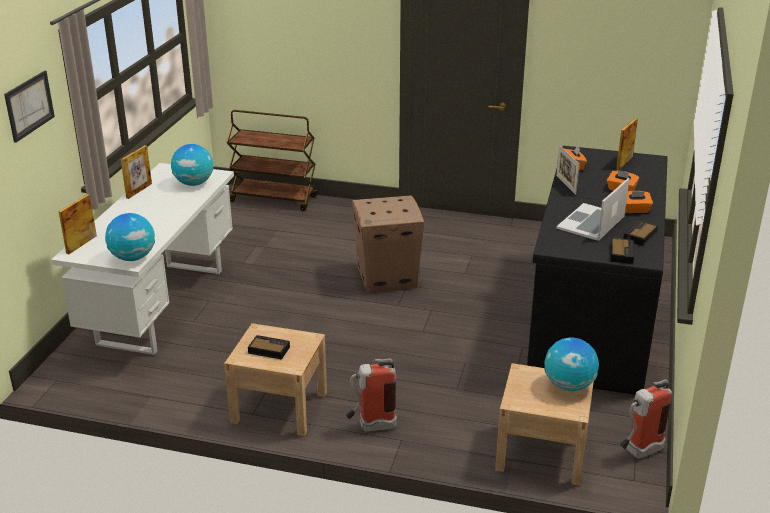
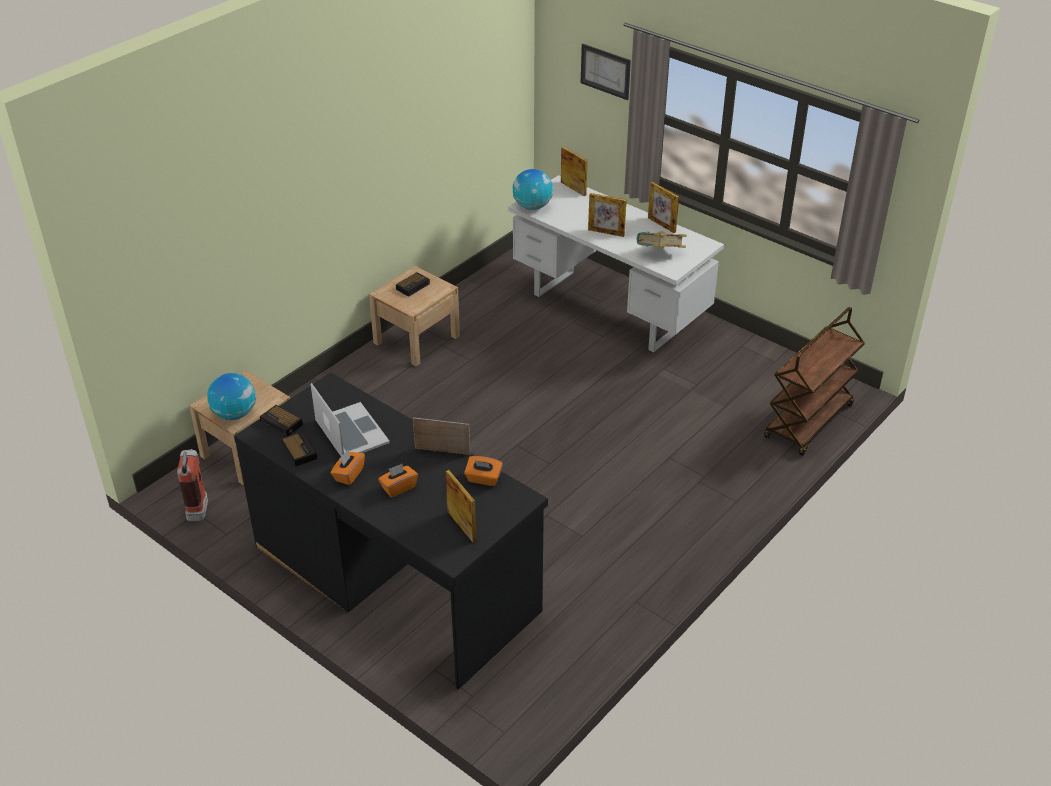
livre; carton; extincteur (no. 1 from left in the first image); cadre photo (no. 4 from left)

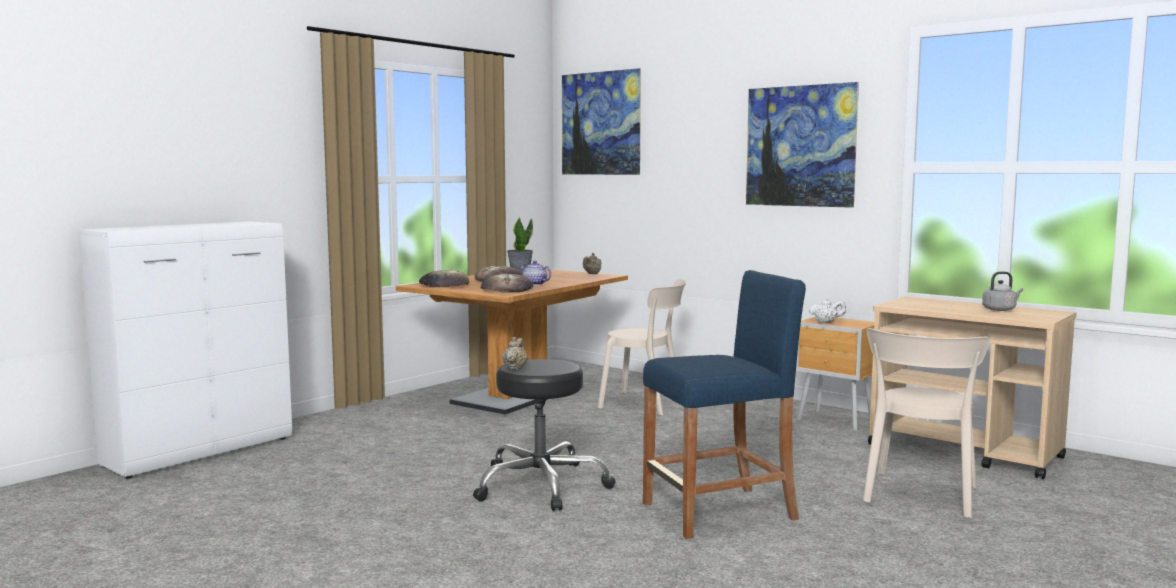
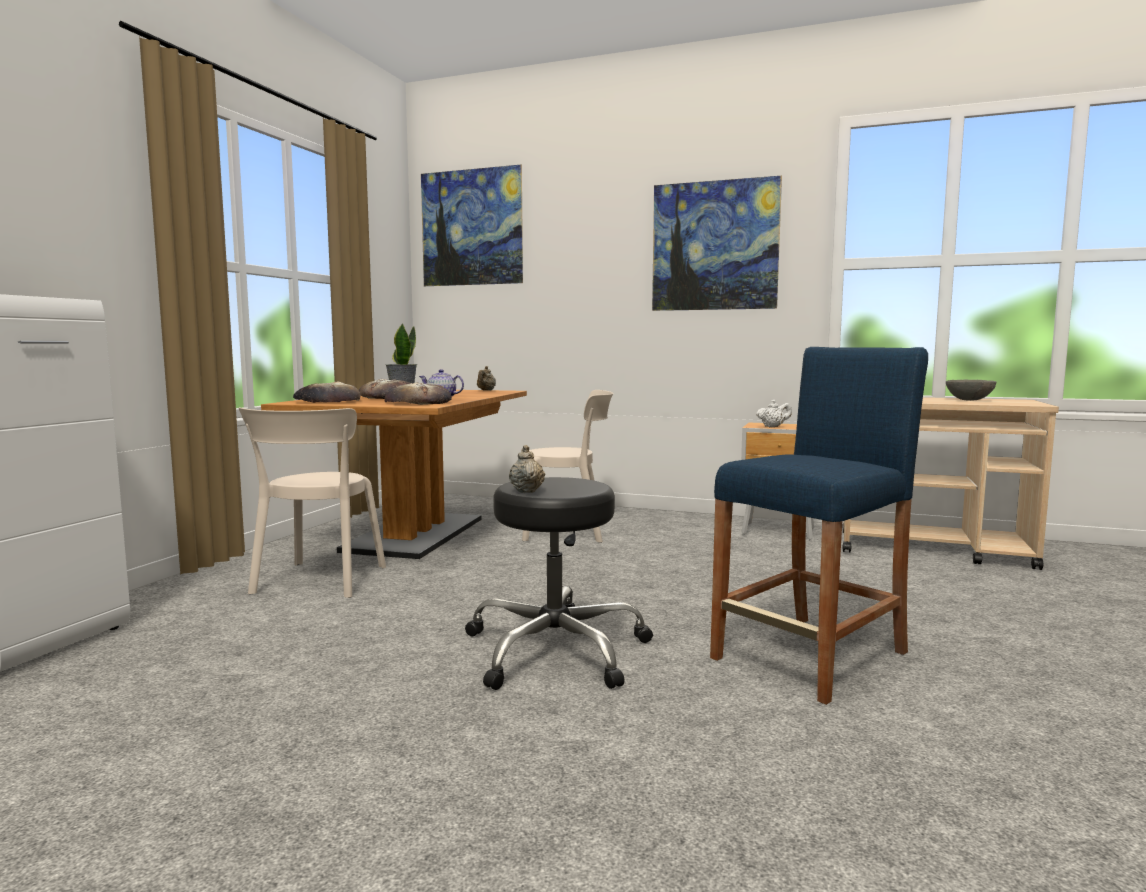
bol/gris; chaise/beige (no. 1 from left)

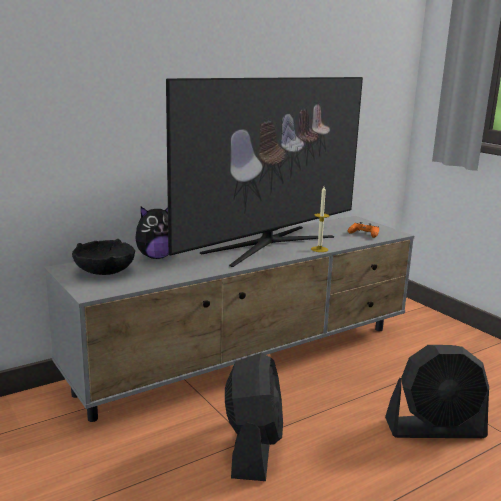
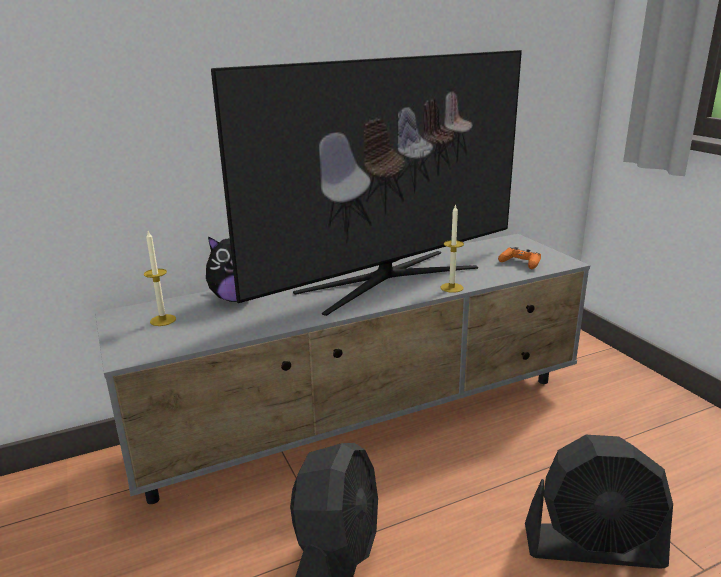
bougie (no. 1 from left)

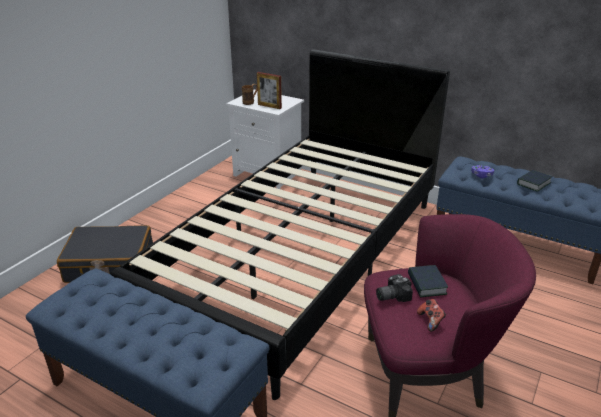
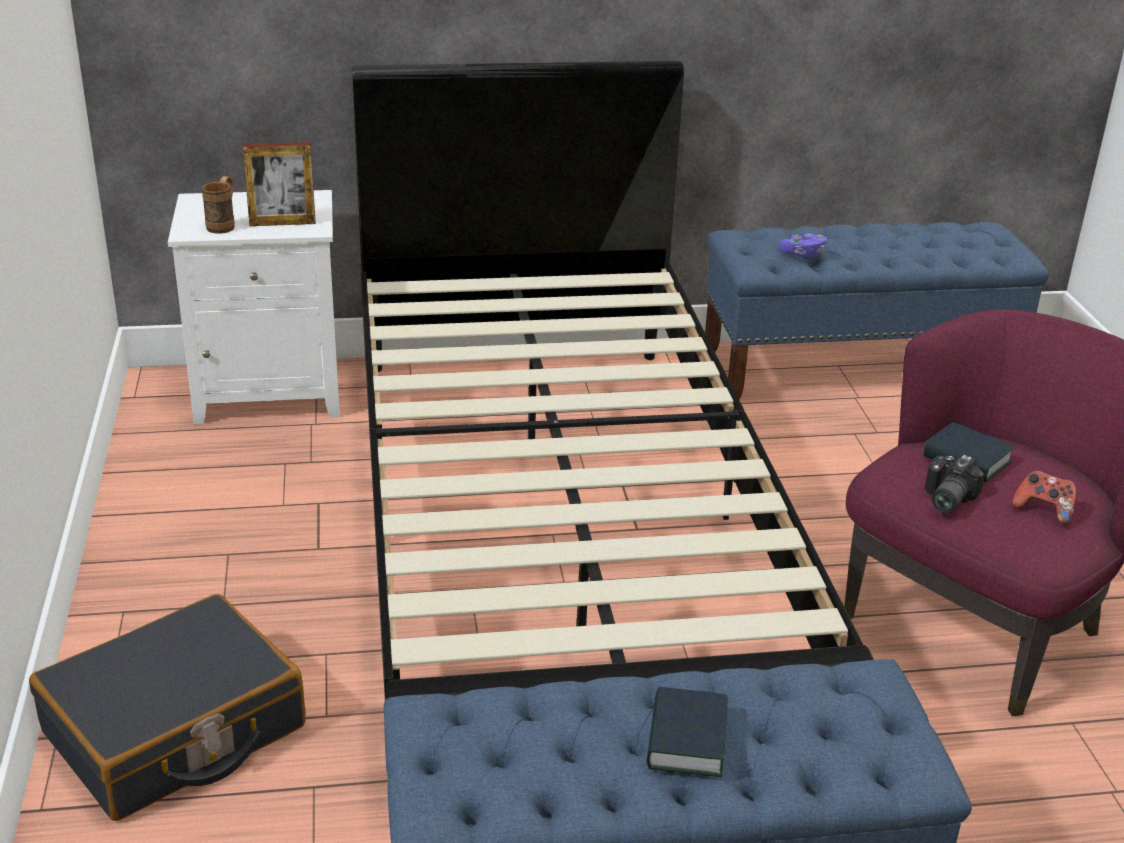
livre (no. 1 from left)

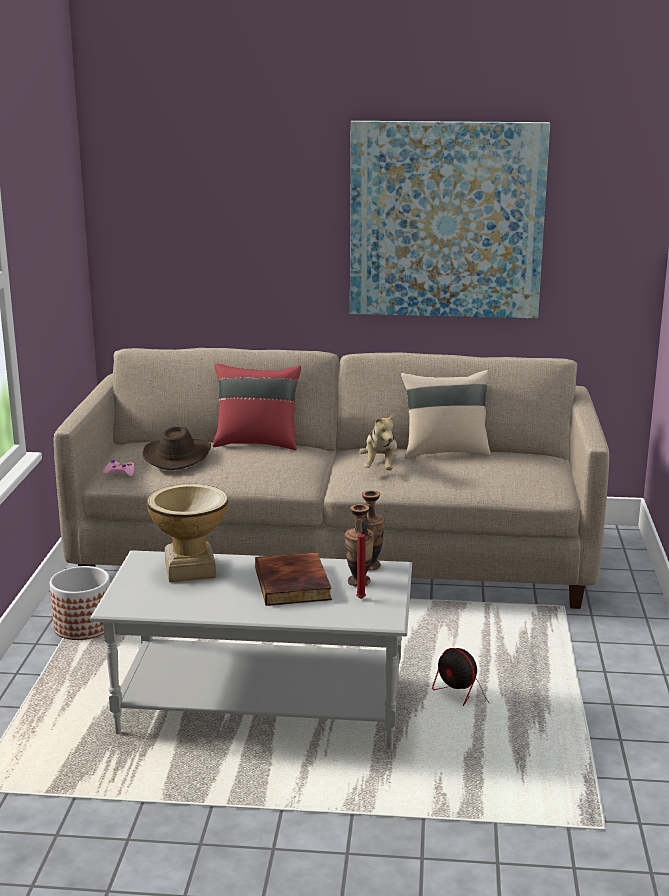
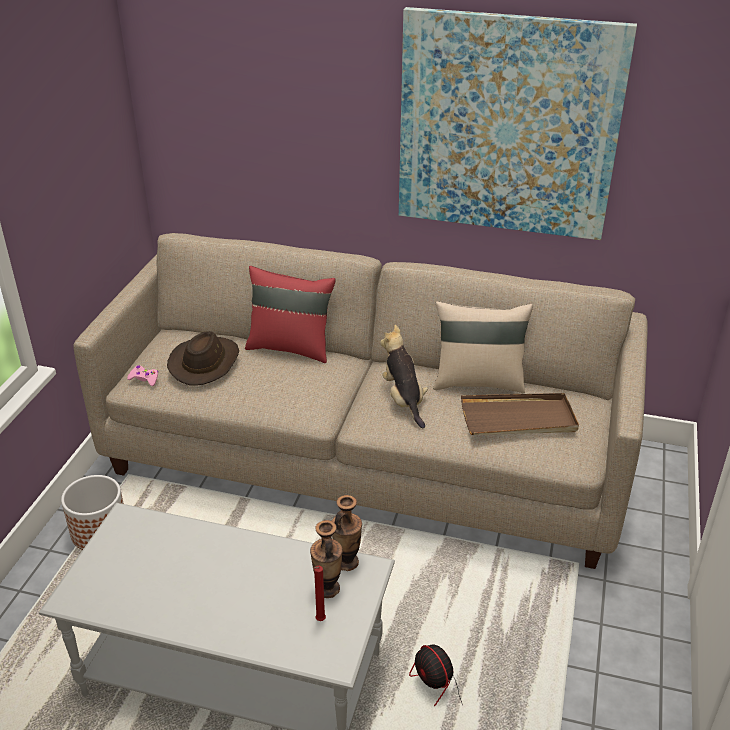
peluche; vase (no. 1 from left in the first image); livre; plateau/marron

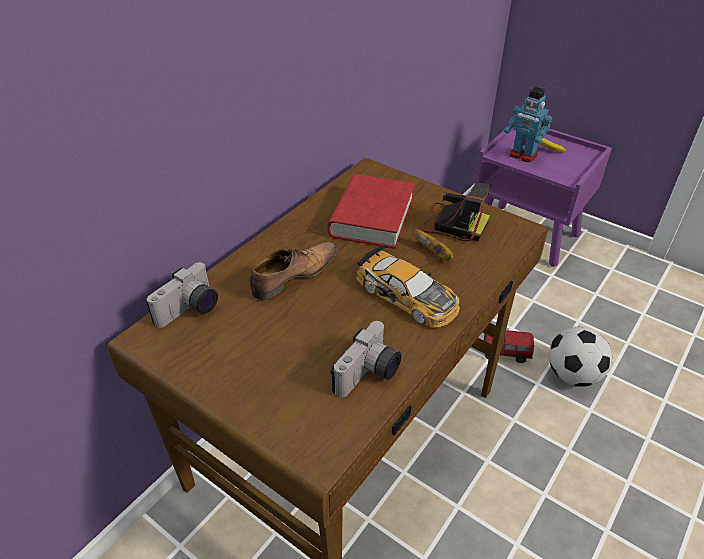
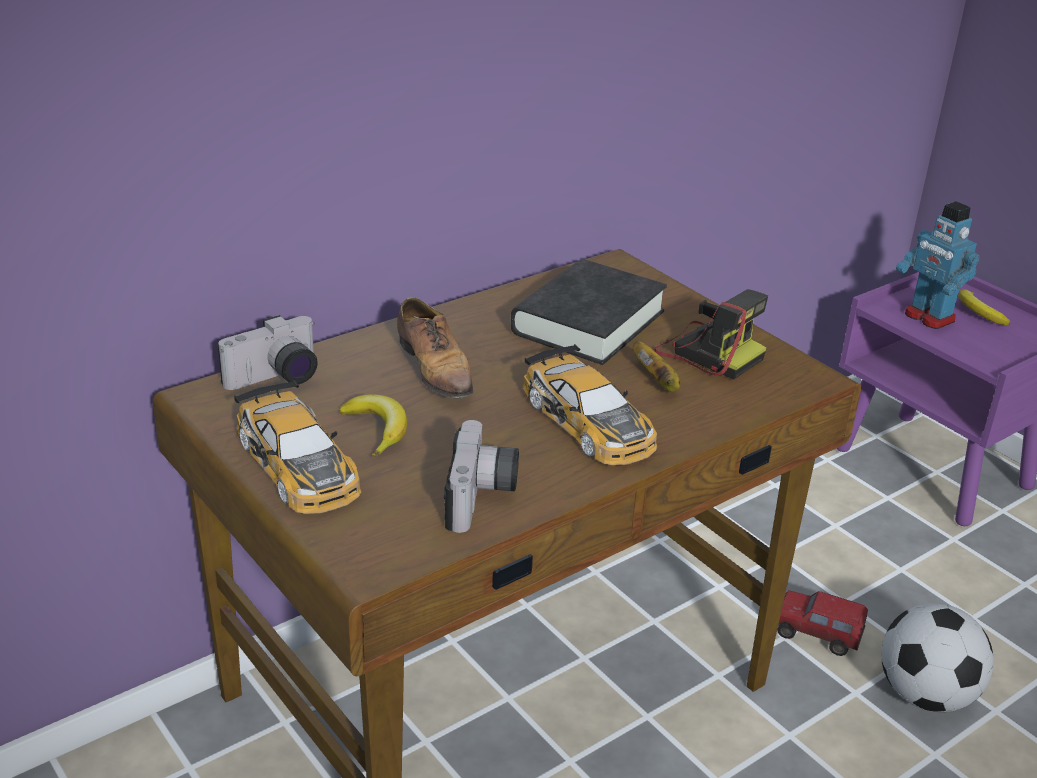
livre/noir; chaussure; appareil photo (no. 2 from left); petite voiture (no. 1 from left); banane (no. 1 from left)

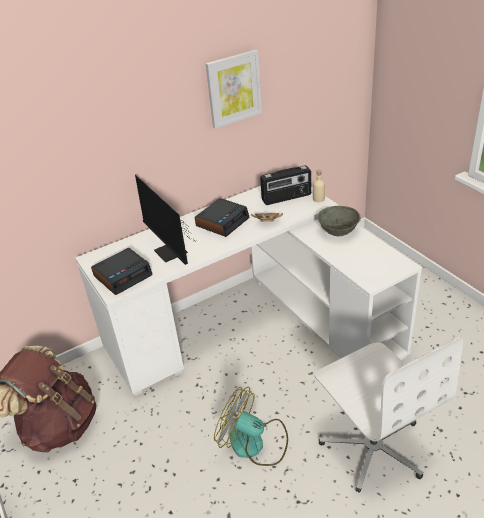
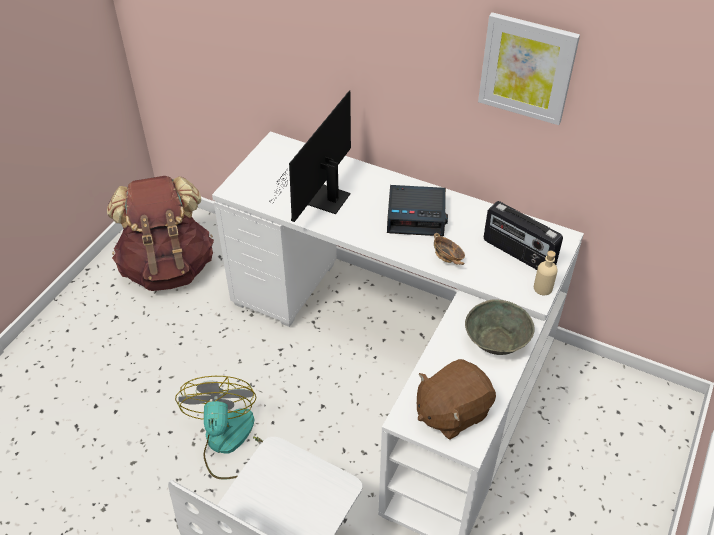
réveil (no. 1 from left in the first image); peluche/marron

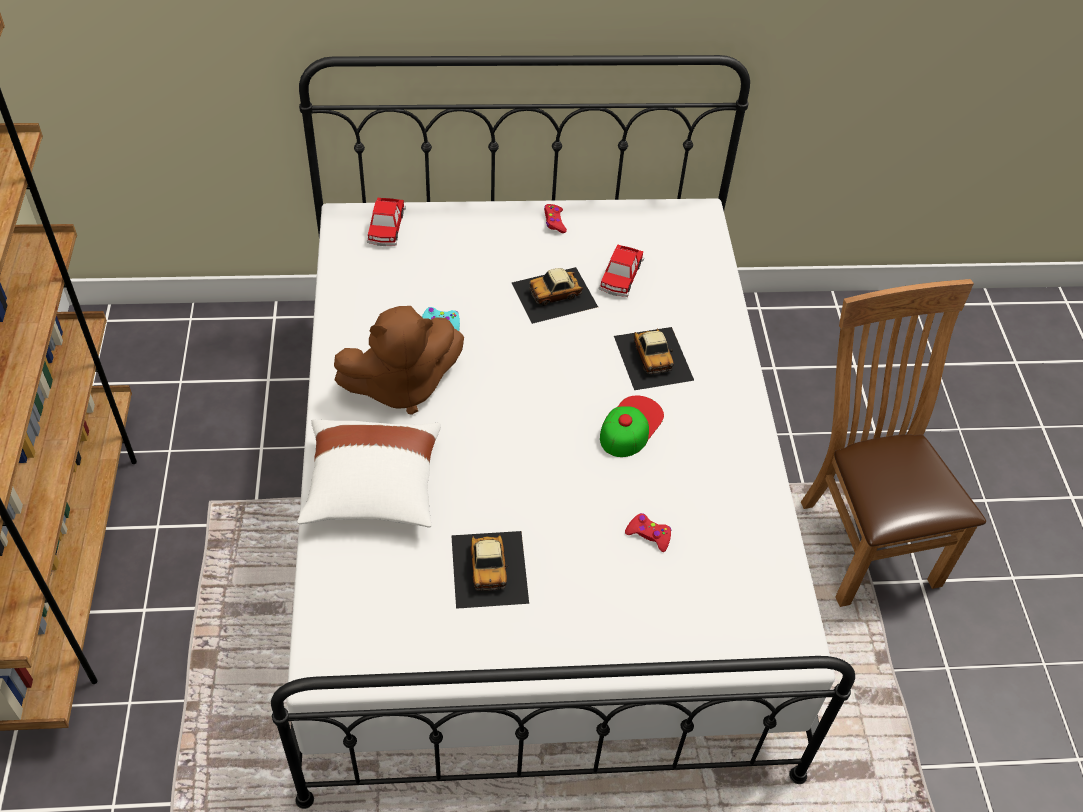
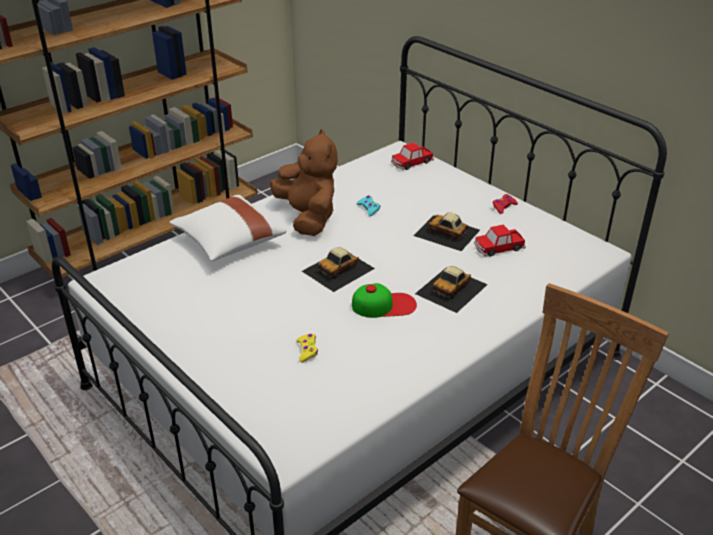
peluche/marron; manette/jaune; petite voiture (no. 1 from left)

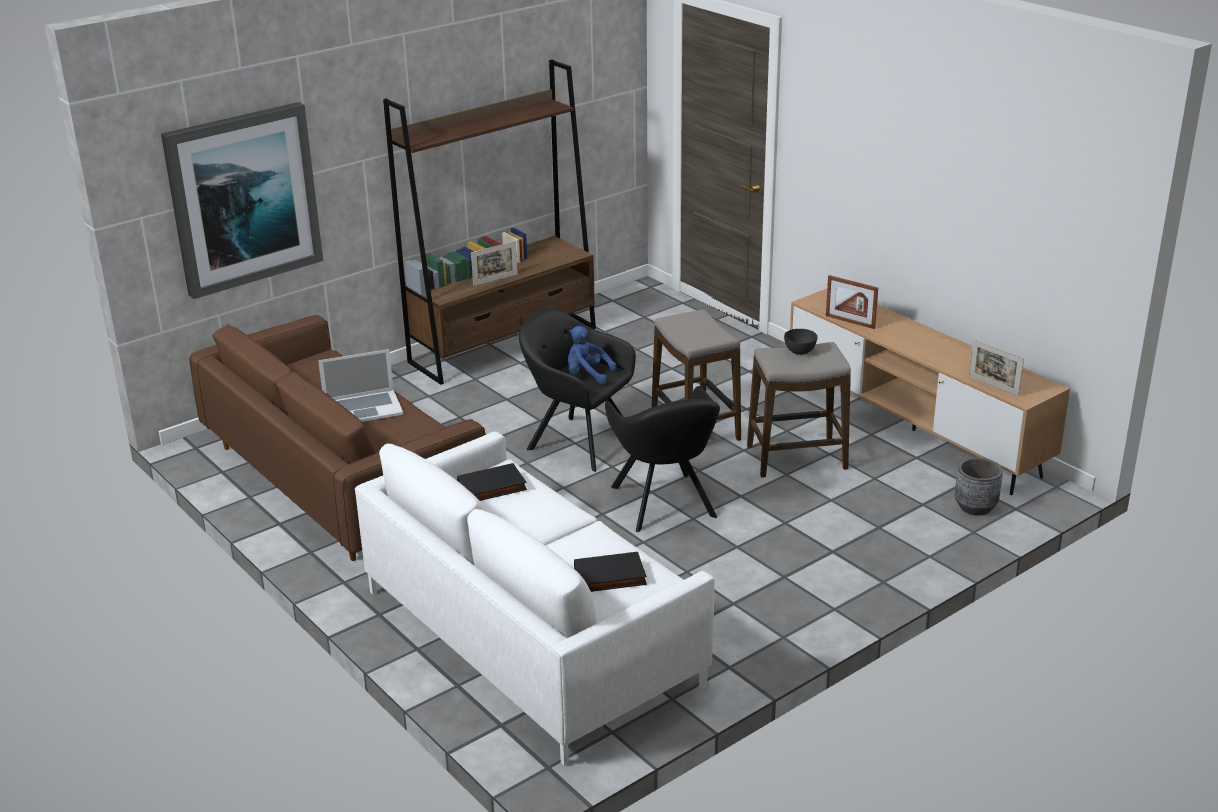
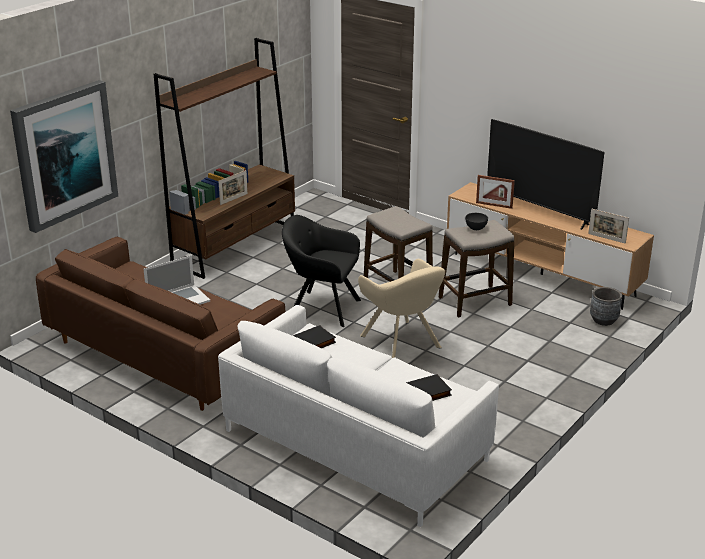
peluche/bleu; fauteuil/beige; téléviseur

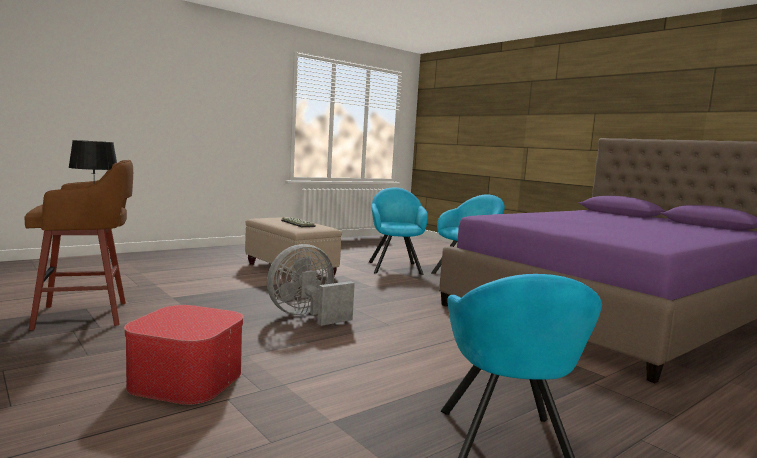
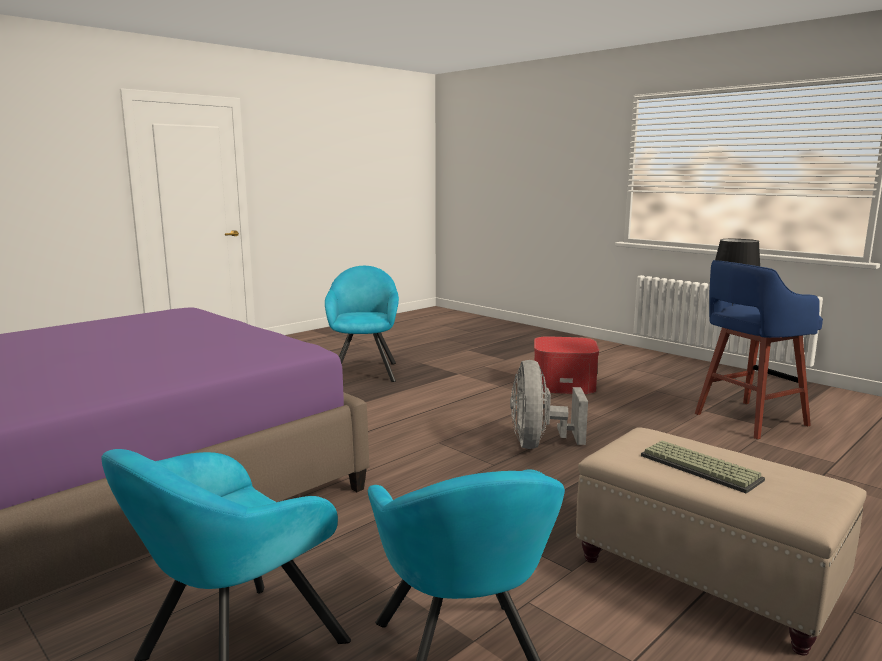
tabouret/bleu; ventilateur/gris

